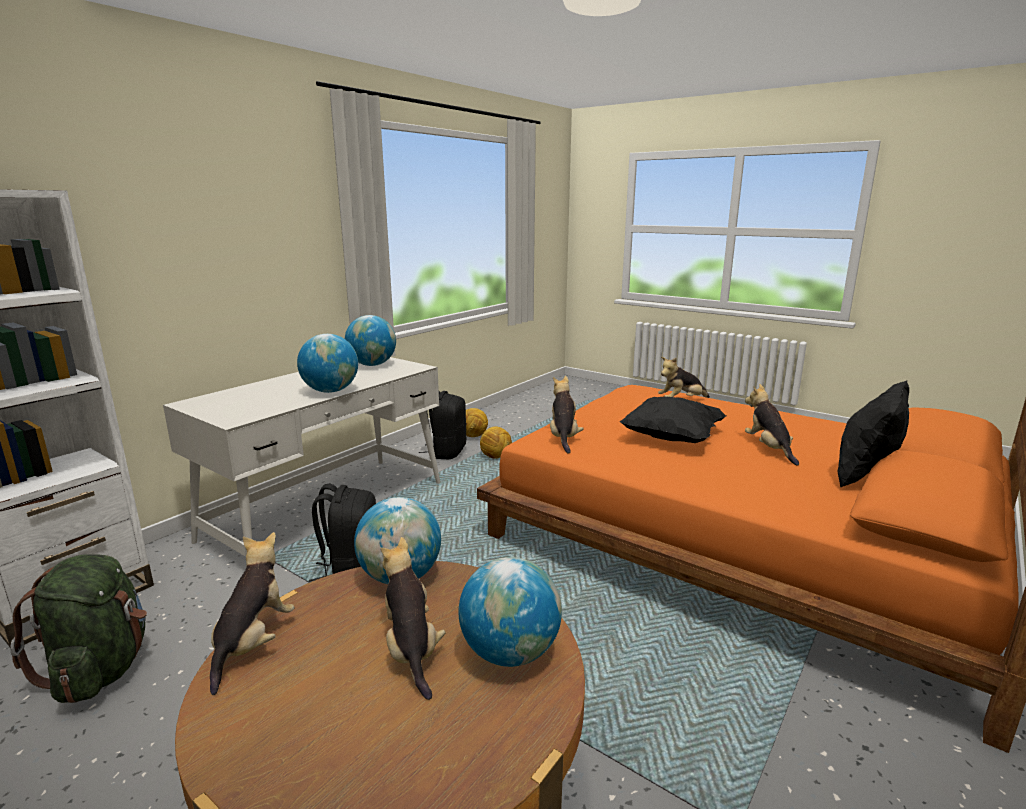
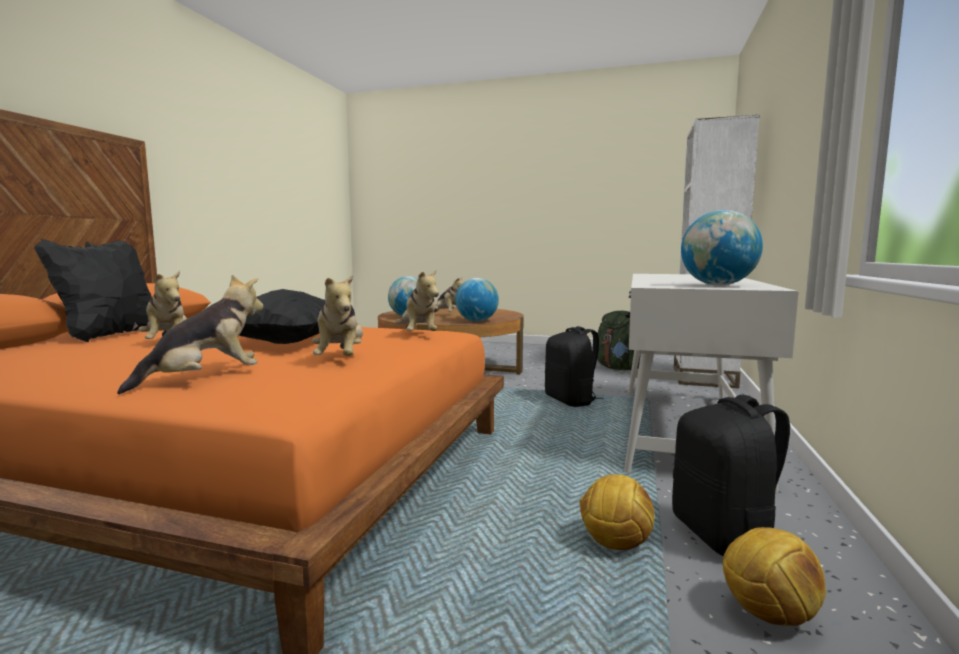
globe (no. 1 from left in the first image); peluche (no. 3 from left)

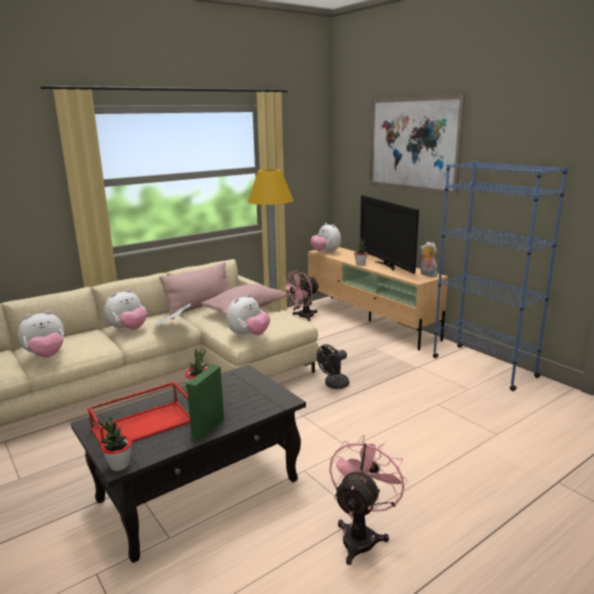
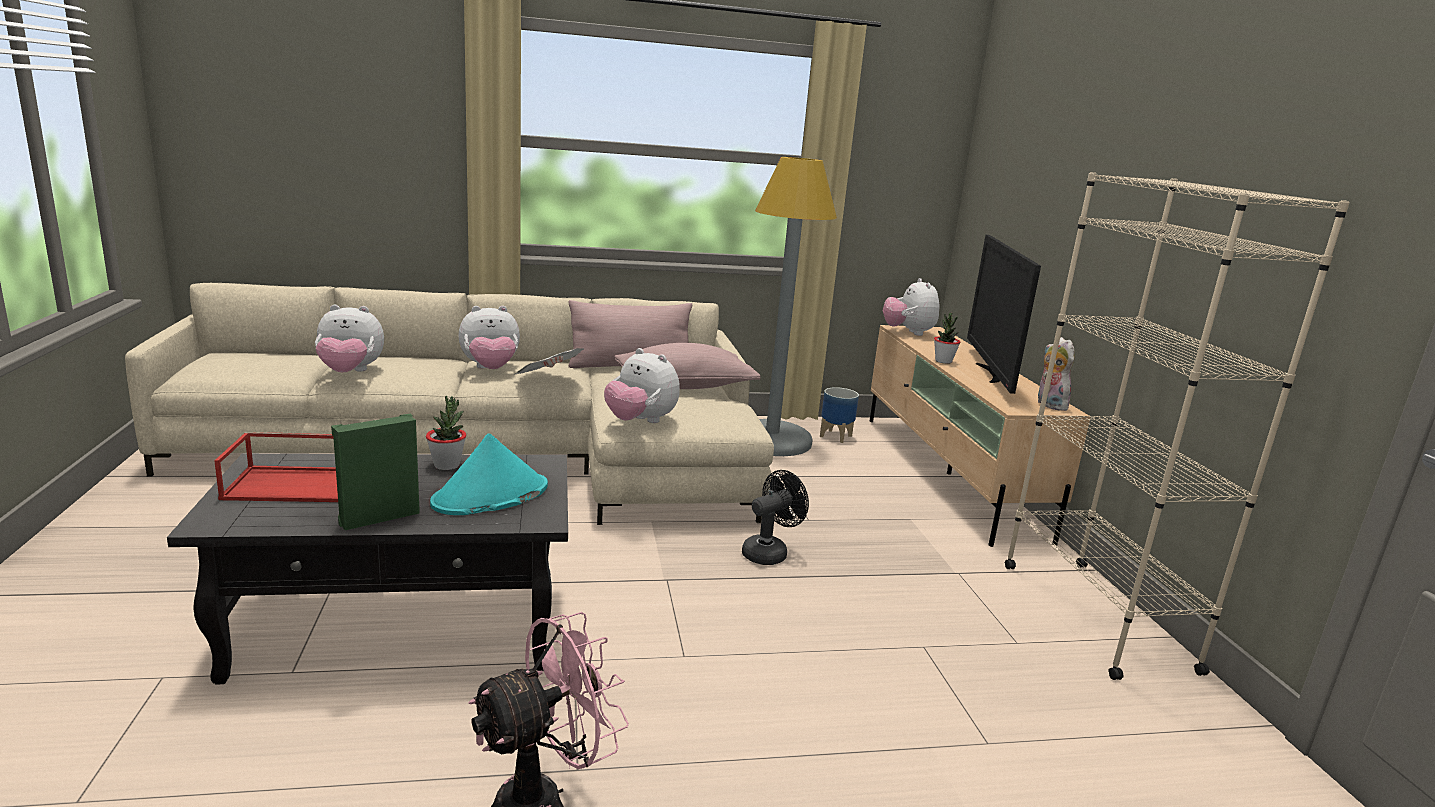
tableau; bibliothèque/beige; cache-pot; peluche (no. 3 from left); ventilateur/noir; plante en pot (no. 1 from left in the first image); chapeau/turquoise

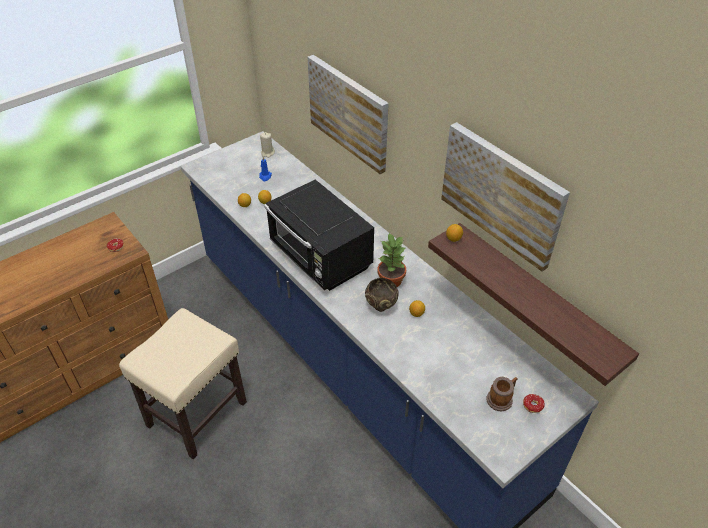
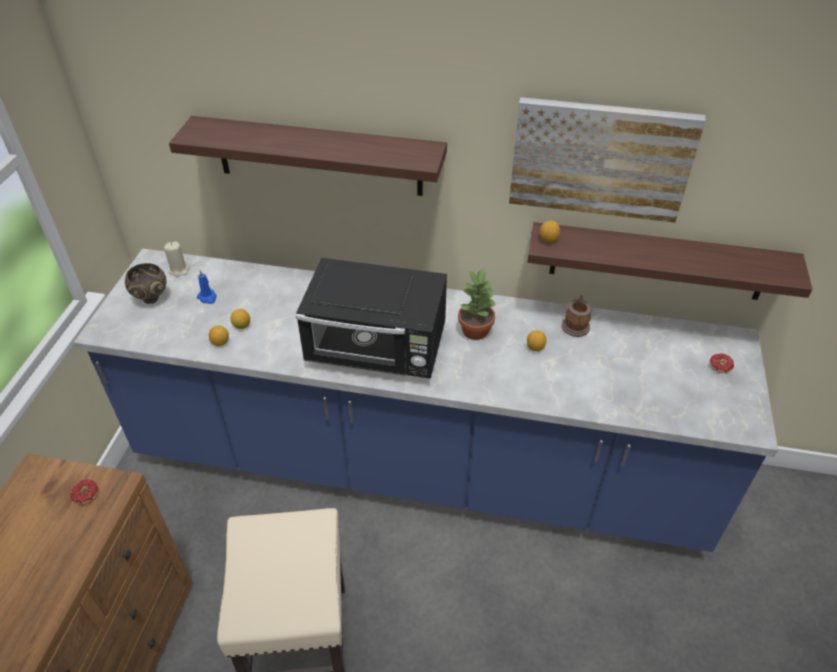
étagère (no. 1 from left); bol/marron; mug

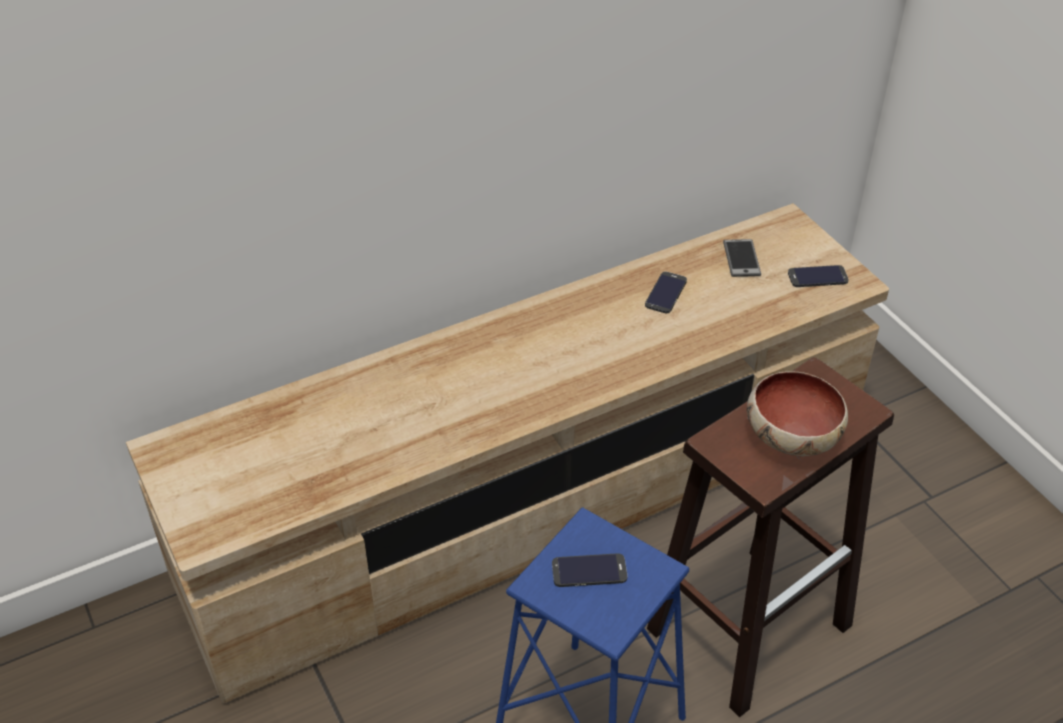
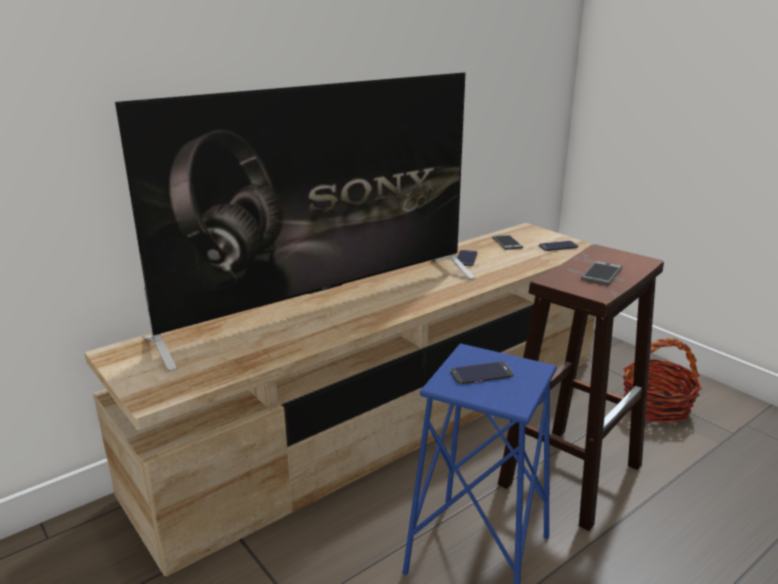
téléphone (no. 5 from left); téléviseur; panier

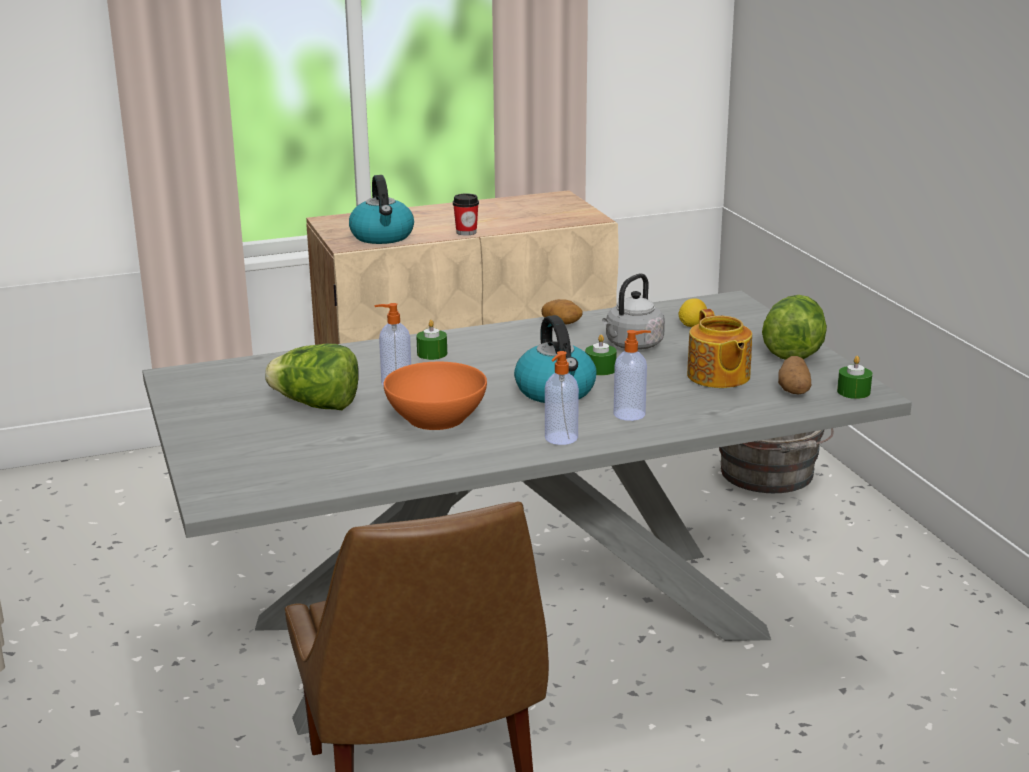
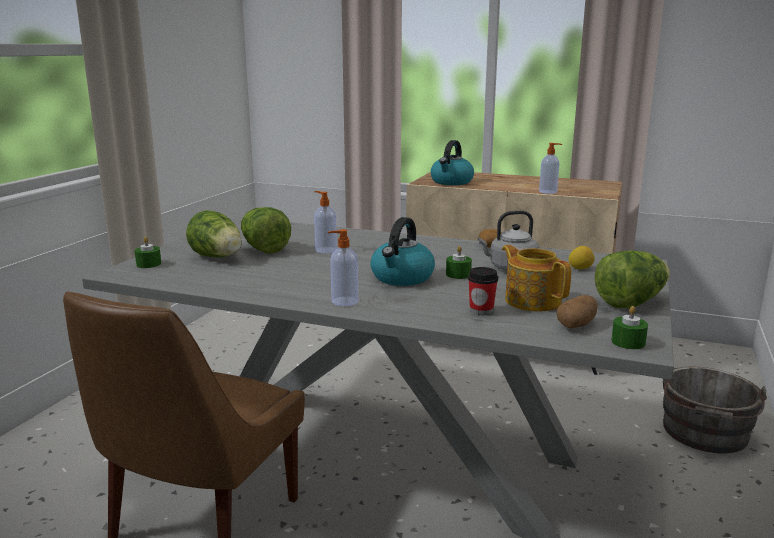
tasse; théière; bougie/vert (no. 1 from left); distributeur de savon (no. 3 from left); bol/orange; laitue (no. 1 from left)

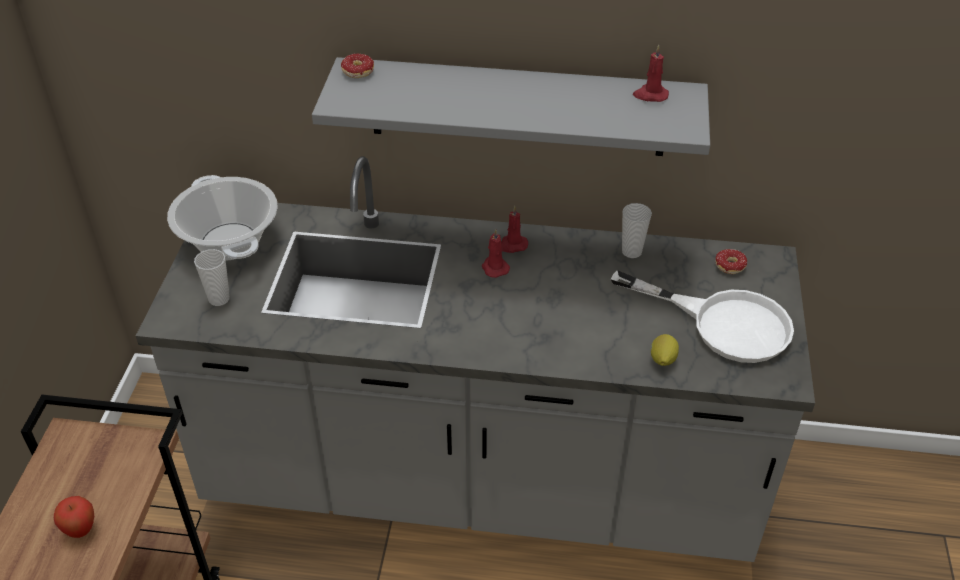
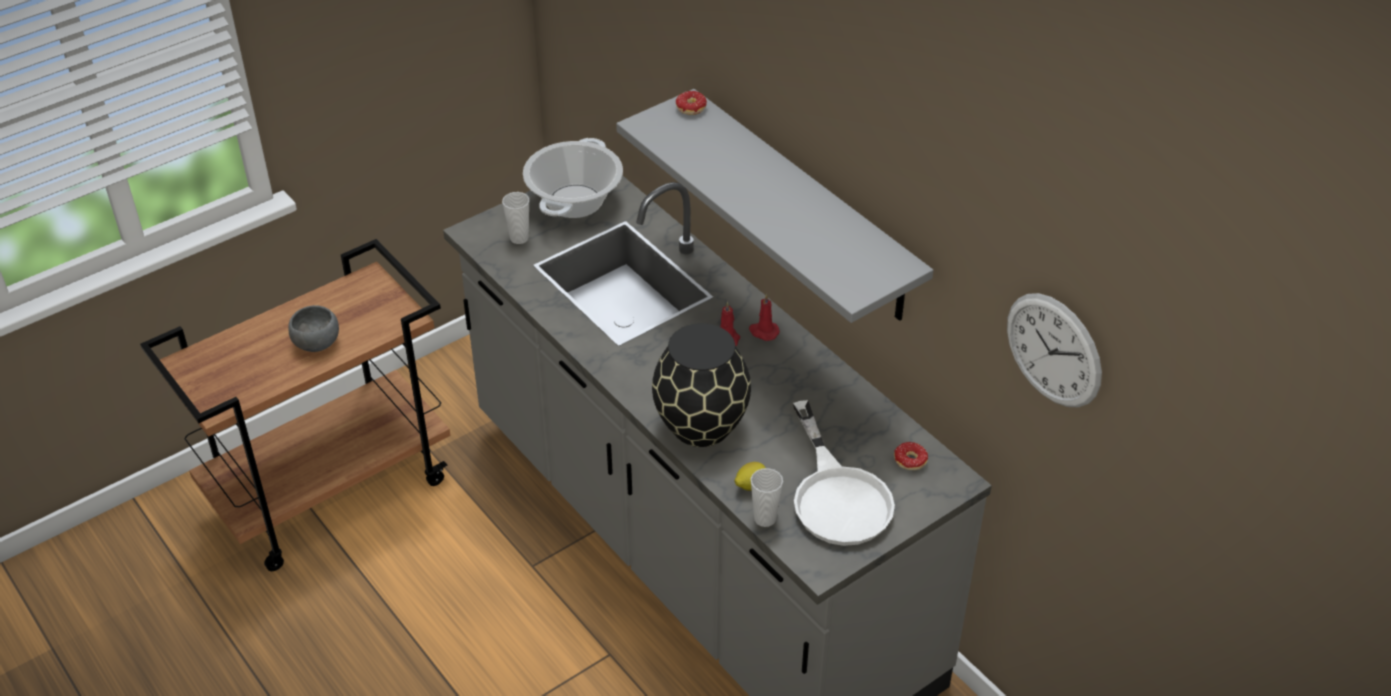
bougie/rouge (no. 3 from left in the first image); tasse (no. 2 from left); bol/gris; horloge murale; vase/noir

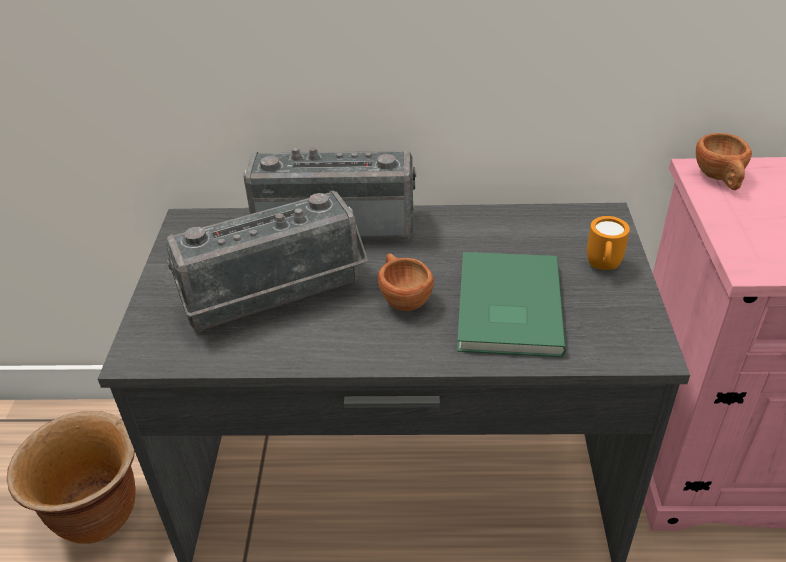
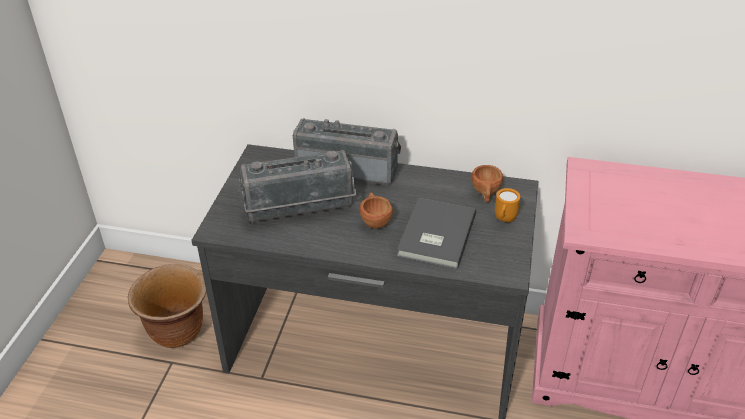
tasse/marron (no. 2 from left); livre/gris

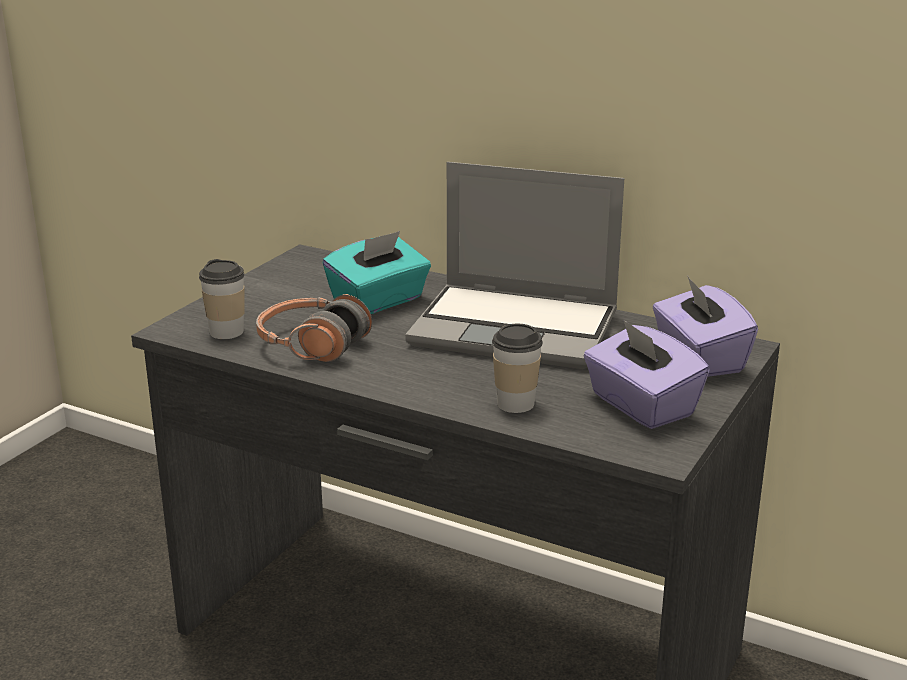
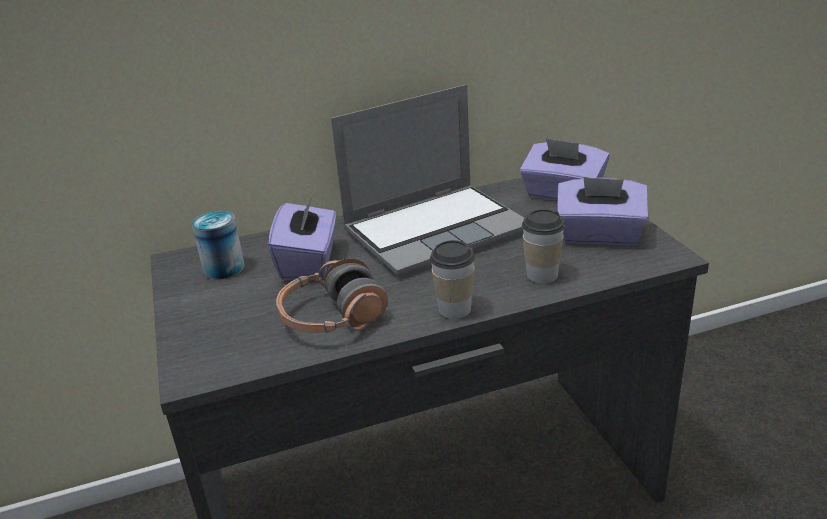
boîte à mouchoirs/violet (no. 1 from left); tasse (no. 1 from left); boîte métallique

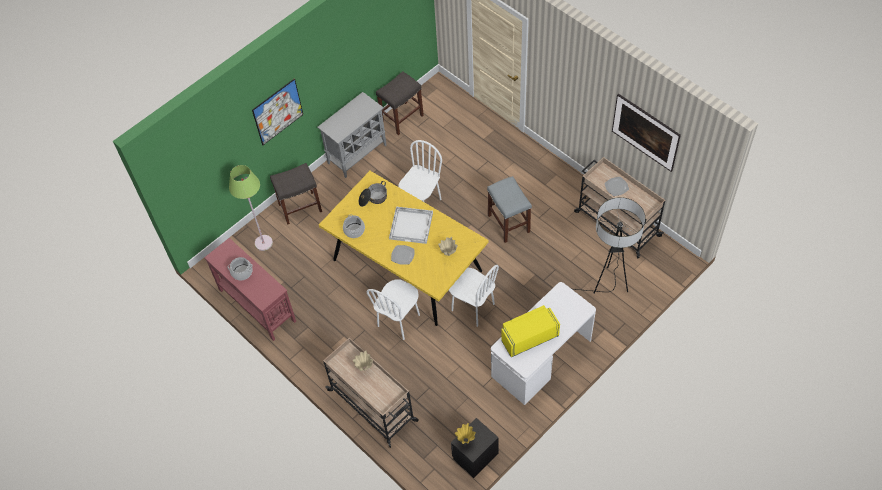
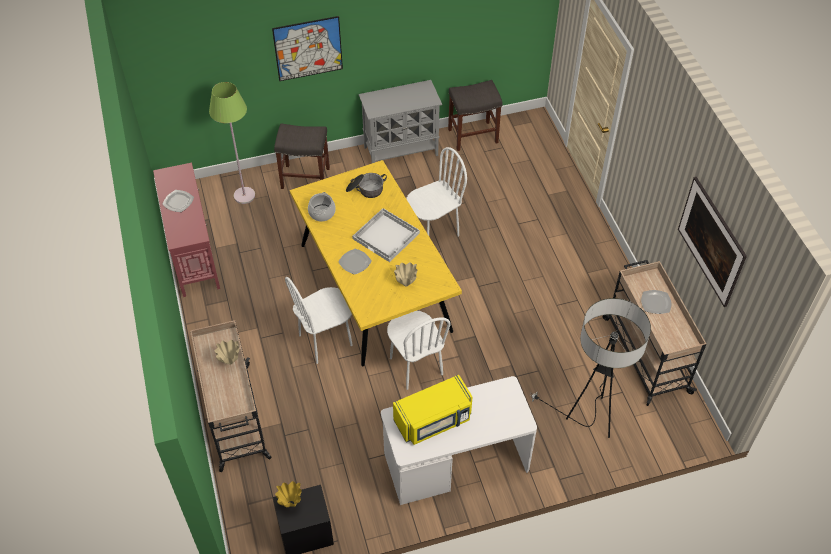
tabouret/gris (no. 3 from left in the first image); assiette (no. 1 from left); micro-ondes/jaune

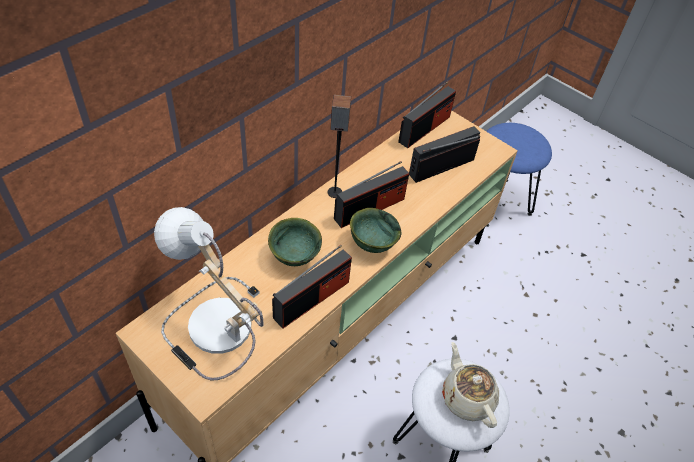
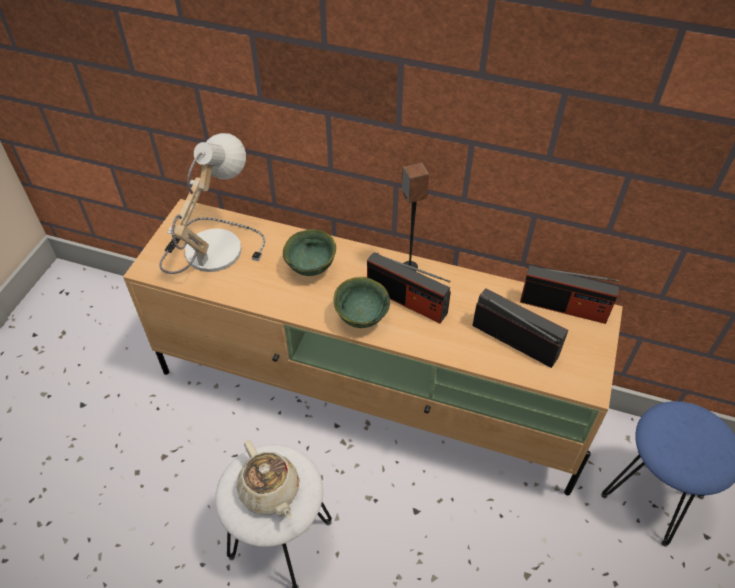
radio (no. 1 from left in the first image); théière/beige

